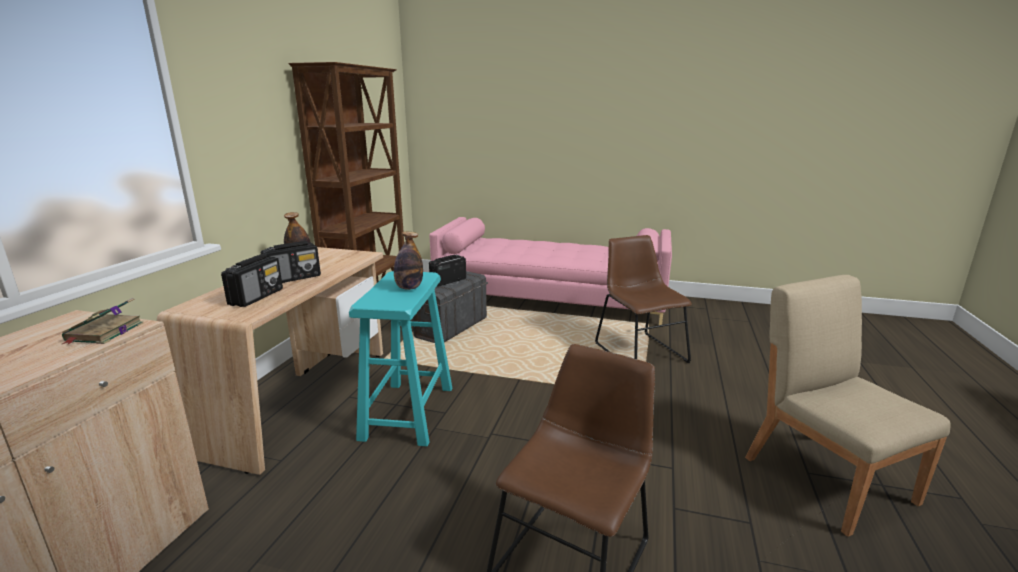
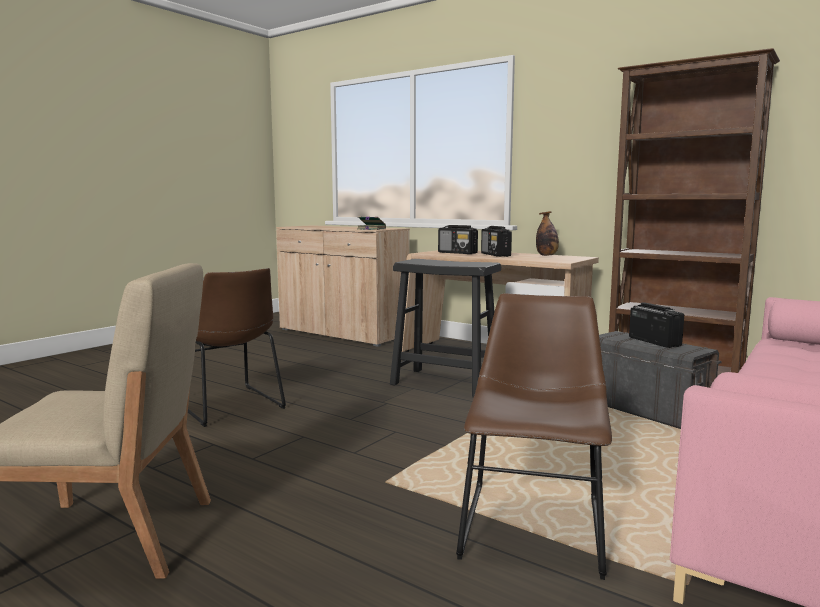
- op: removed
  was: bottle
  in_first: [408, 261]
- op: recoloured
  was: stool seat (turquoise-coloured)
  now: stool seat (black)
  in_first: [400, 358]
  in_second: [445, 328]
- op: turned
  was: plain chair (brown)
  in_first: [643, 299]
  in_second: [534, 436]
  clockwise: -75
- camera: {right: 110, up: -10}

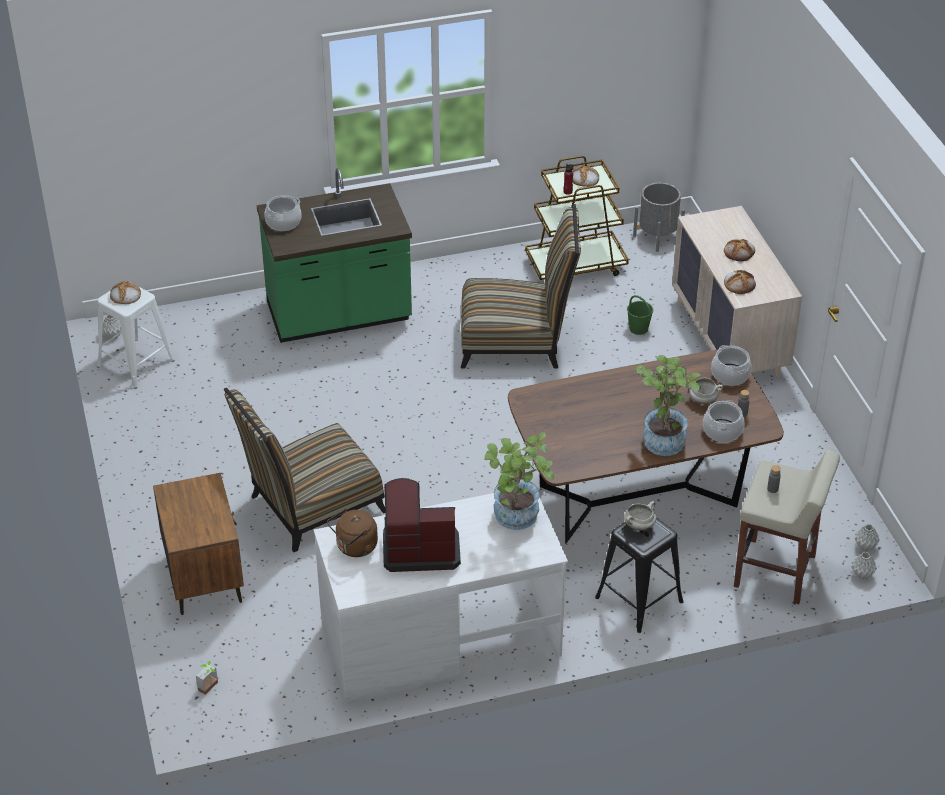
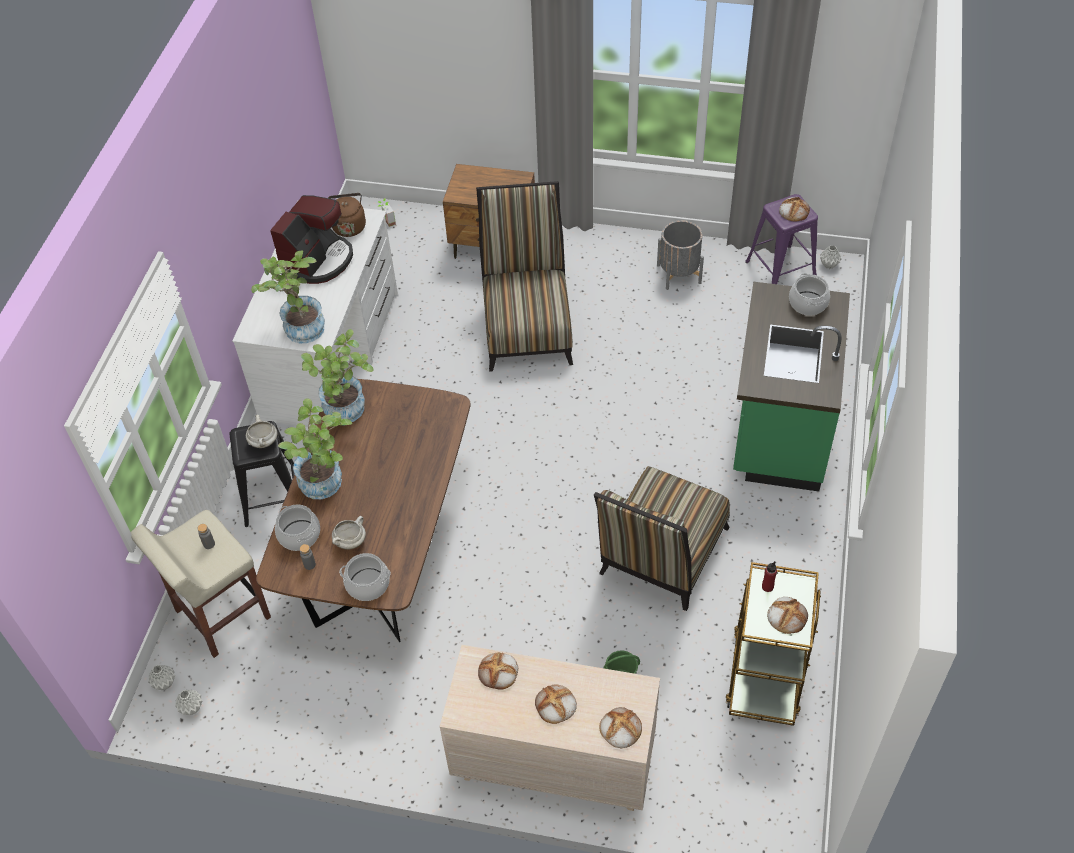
- op: added
  now: plant in a pot
  in_second: [337, 375]
- op: added
  now: bakery bread
  in_second: [621, 728]
- op: moved
  was: plant pot (gray)
  in_first: [659, 217]
  in_second: [680, 255]
- op: recoloured
  was: stool seat (whitish)
  now: stool seat (purple)
  in_first: [136, 335]
  in_second: [781, 239]
- camera: {right: 120, up: 10}

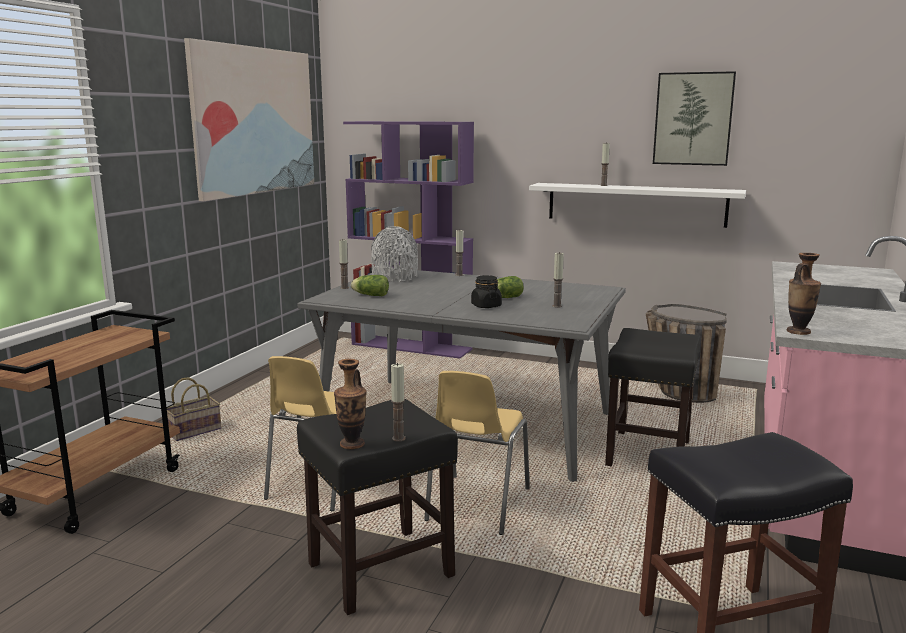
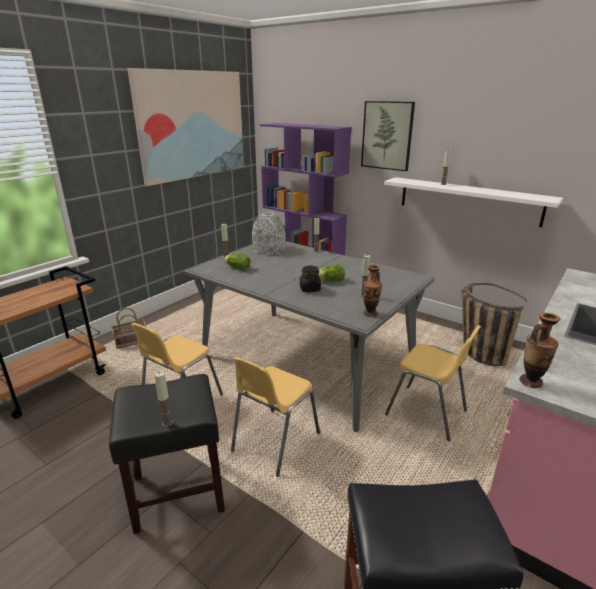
- op: moved
  was: vase
  in_first: [350, 404]
  in_second: [372, 291]
- op: moved
  was: picture
  in_first: [694, 118]
  in_second: [388, 136]
- op: replaced
  was: stool seat (black)
  now: plain chair (yellowish)
  in_first: [653, 397]
  in_second: [433, 383]
- camera: {right: 15, up: 10}

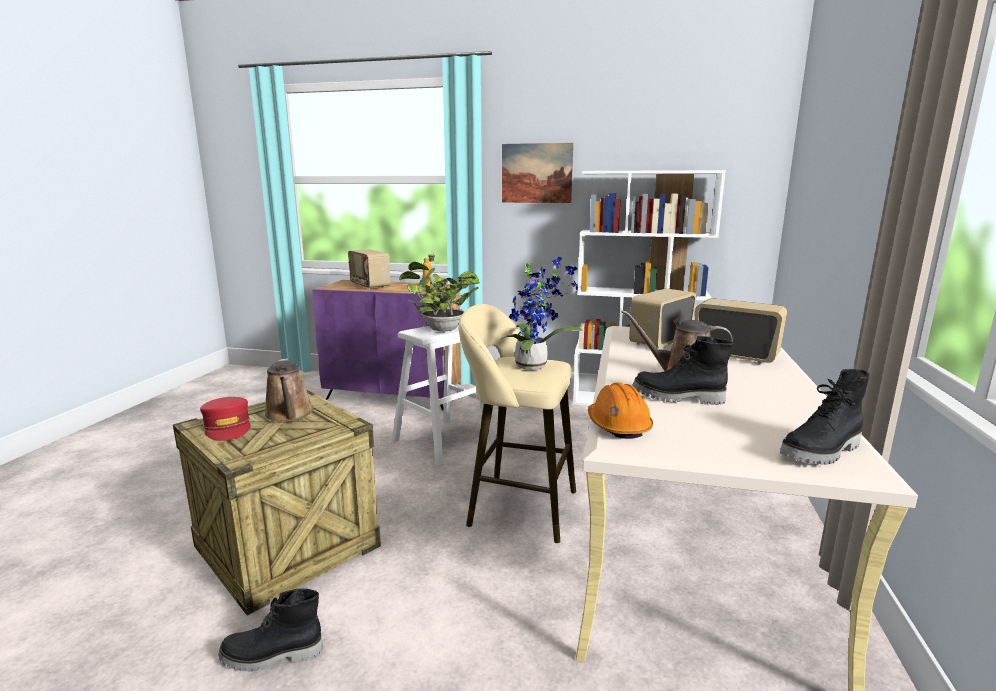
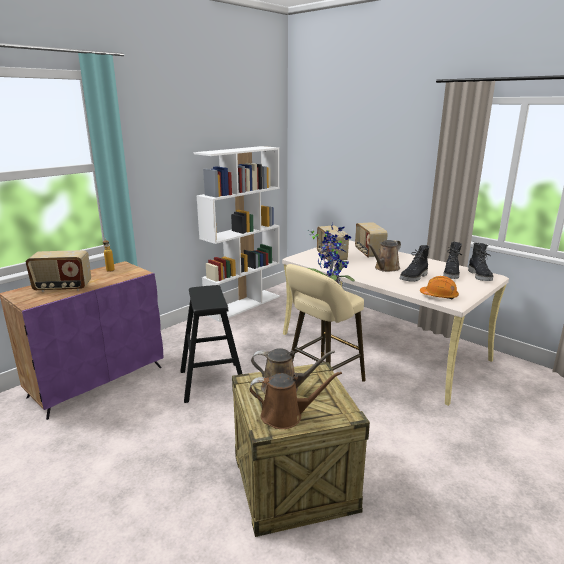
- op: removed
  was: plant in a pot
  in_first: [439, 297]
- op: removed
  was: picture
  in_first: [537, 173]
- op: moved
  was: high-top boot (black)
  in_first: [271, 629]
  in_second: [452, 260]
- op: replaced
  was: cap (red-coloured)
  now: sprinkling can (brown)
  in_first: [225, 419]
  in_second: [295, 400]
- op: recoloured
  was: stool seat (whitish)
  now: stool seat (black)
  in_first: [443, 395]
  in_second: [211, 344]
- op: turned
  was: radio set
  in_first: [741, 331]
  in_second: [371, 240]
  clockwise: -75
- camera: {right: -60, up: 5}

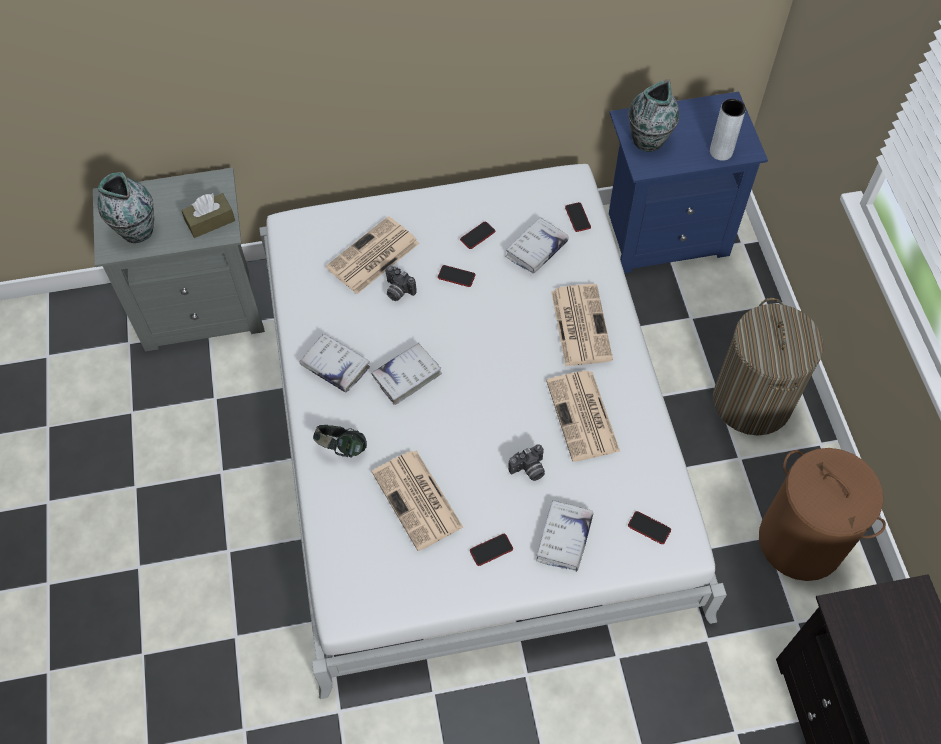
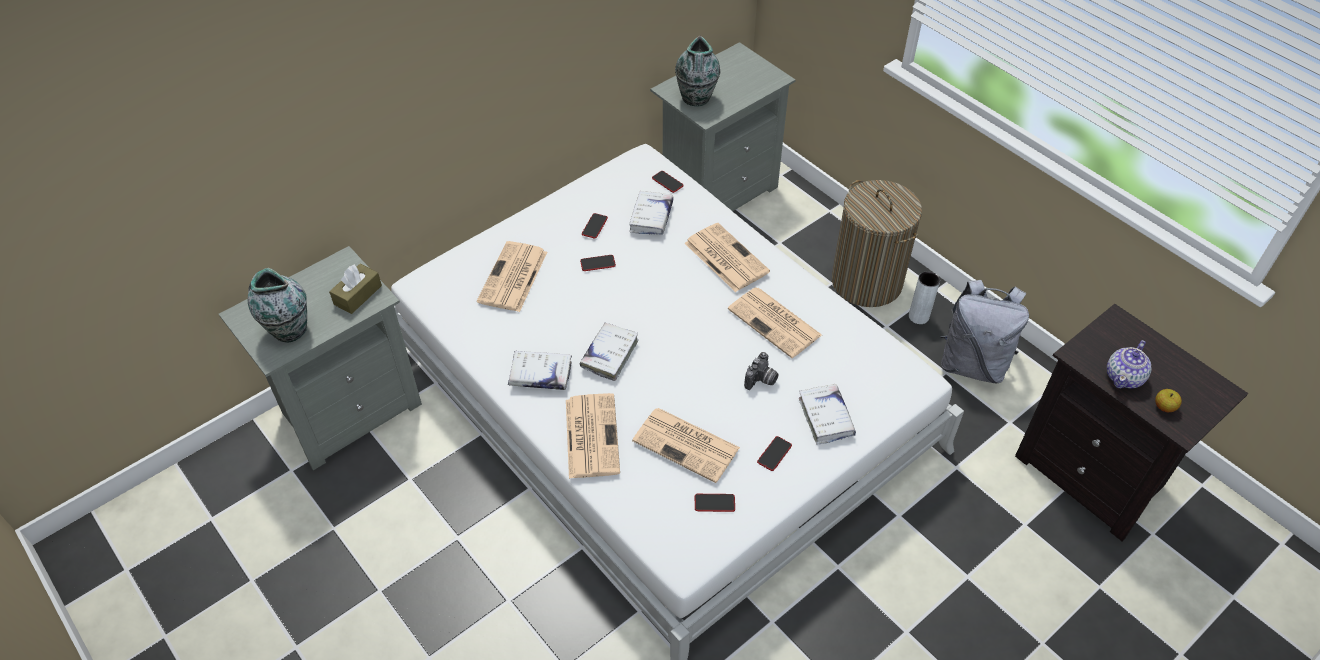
- op: removed
  was: still camera
  in_first: [401, 283]
- op: added
  now: pot for tea
  in_second: [1129, 364]
- op: added
  now: whole apple
  in_second: [1168, 400]
- op: moved
  was: telephone
  in_first: [649, 527]
  in_second: [715, 503]
- op: moved
  was: vase (gray)
  in_first: [728, 130]
  in_second: [924, 297]
- op: replaced
  was: headset
  now: printed paper
  in_first: [340, 441]
  in_second: [593, 436]
- op: replaced
  was: washing basket (brown)
  now: backpack (gray)
  in_first: [822, 514]
  in_second: [984, 332]
- op: recoloured
  was: nightstand (blue)
  now: nightstand (gray)
  in_first: [688, 182]
  in_second: [723, 126]
- camera: {right: -30, up: -10}

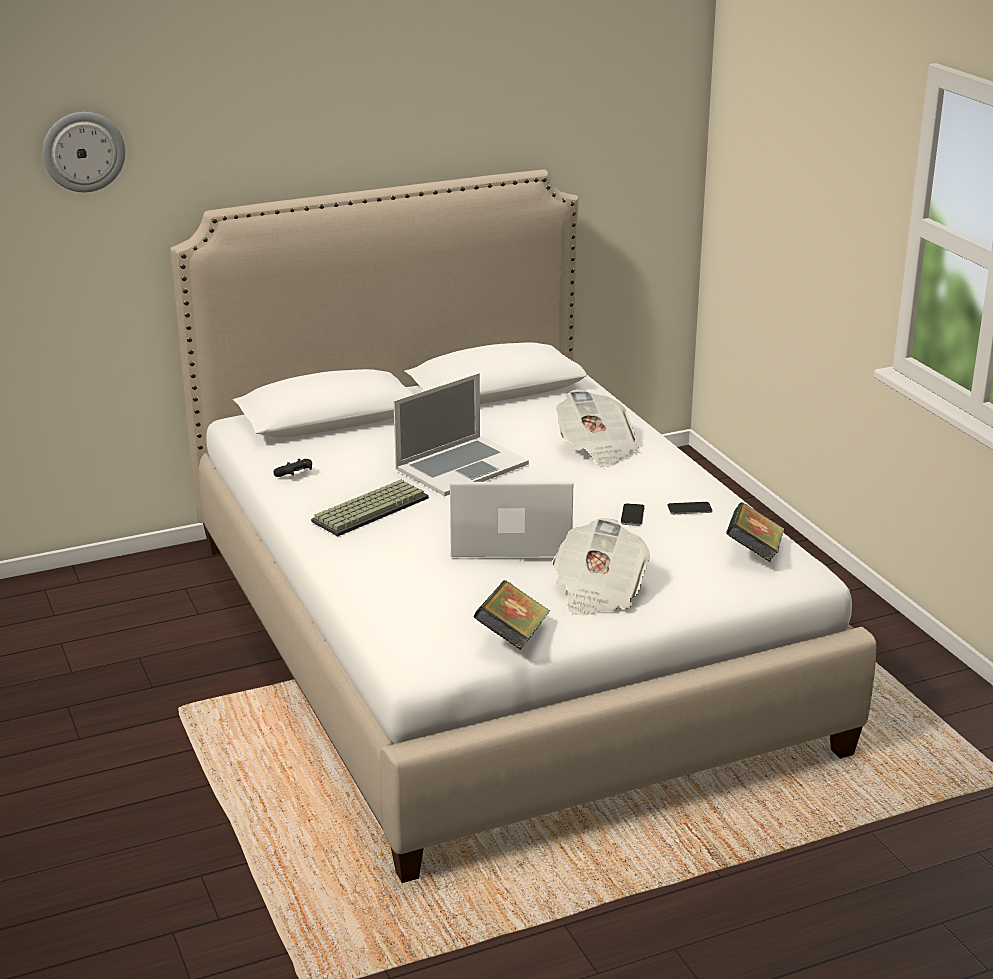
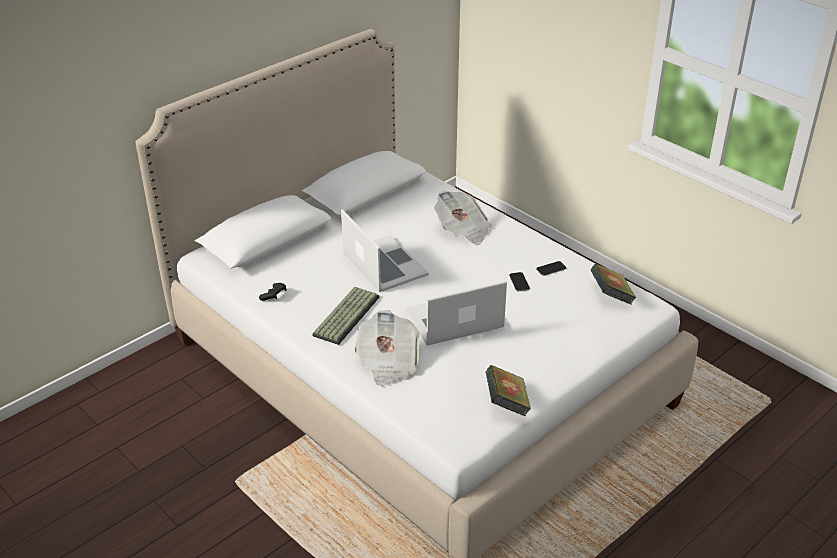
- op: removed
  was: wall clock
  in_first: [84, 152]
- op: moved
  was: printed paper
  in_first: [601, 566]
  in_second: [387, 348]
- op: turned
  was: notebook computer
  in_first: [461, 434]
  in_second: [384, 250]
  clockwise: -60
- camera: {right: -20, up: 10}

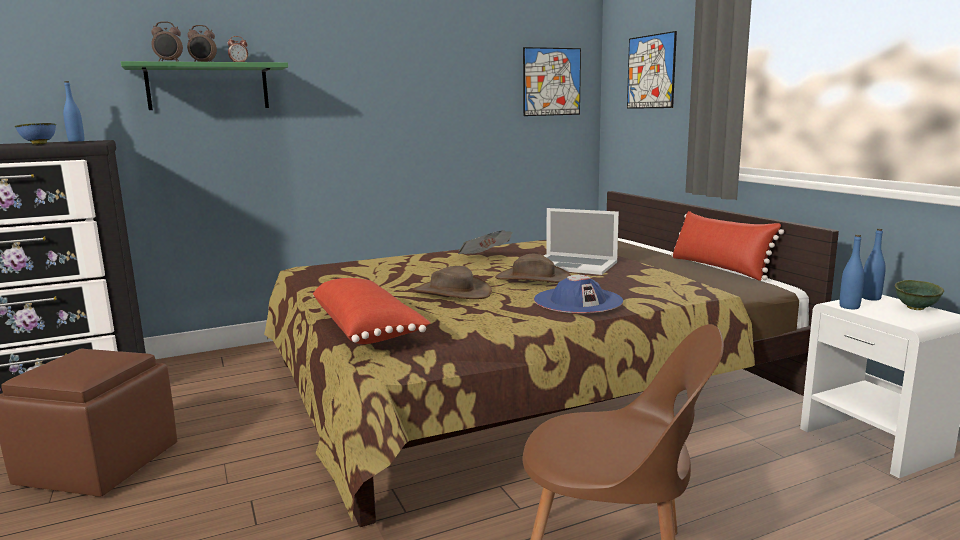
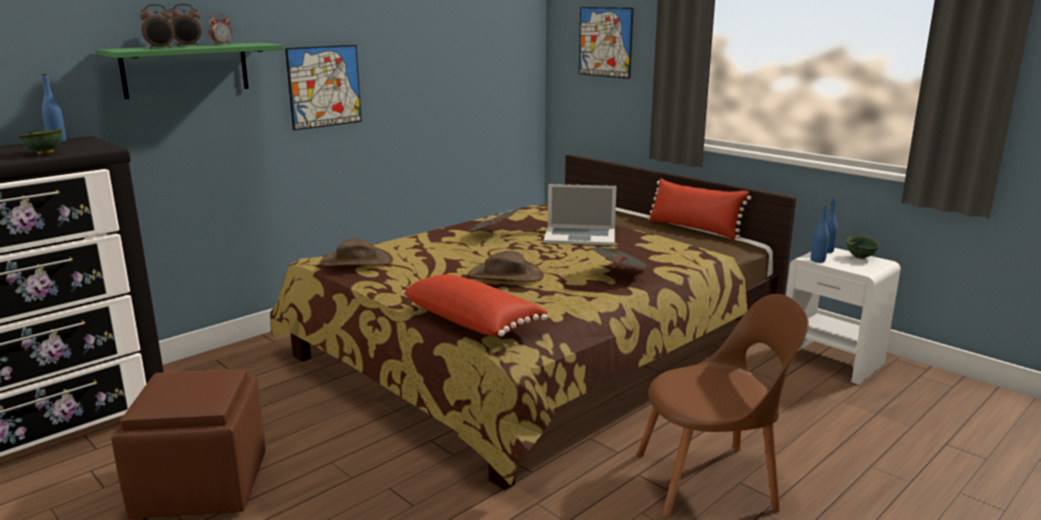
- op: moved
  was: clothing hat (brown)
  in_first: [533, 268]
  in_second: [356, 252]
- op: moved
  was: picture
  in_first: [552, 81]
  in_second: [323, 87]
- op: replaced
  was: clothing hat (blue)
  now: printed paper
  in_first: [578, 294]
  in_second: [618, 258]
- op: recoloured
  was: serving bowl (blue)
  now: serving bowl (greenish)
  in_first: [35, 133]
  in_second: [40, 141]
- camera: {right: -20, up: 5}

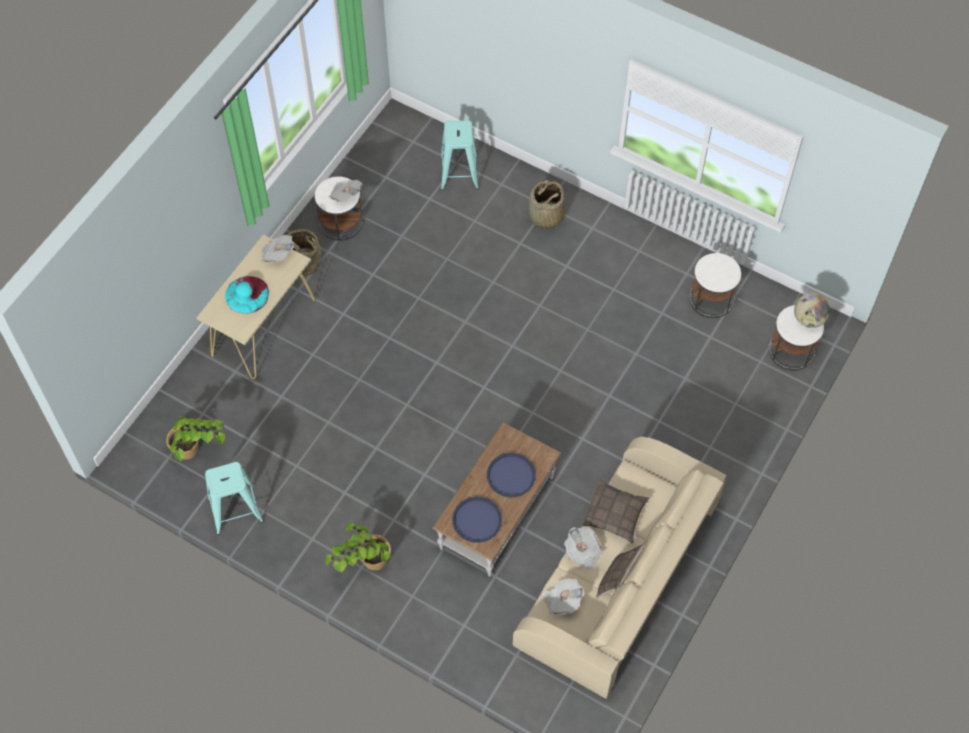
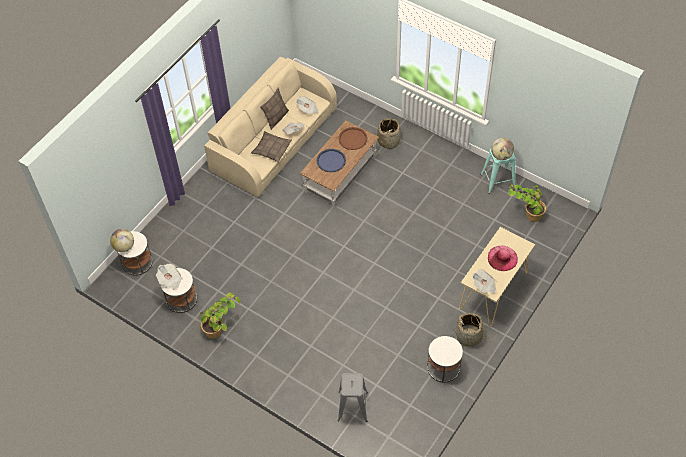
- op: added
  now: globe
  in_second: [502, 149]
- op: moved
  was: plant in a pot
  in_first: [358, 547]
  in_second: [220, 316]
- op: moved
  was: printed paper
  in_first: [345, 191]
  in_second: [169, 277]
- op: moved
  was: household basket
  in_first: [547, 205]
  in_second: [389, 133]
- op: recoloured
  was: clothing hat (turquoise-coloured)
  now: clothing hat (pink-coloured)
  in_first: [247, 295]
  in_second: [503, 258]
- op: recoloured
  was: stool seat (turquoise-coloured)
  now: stool seat (gray)
  in_first: [459, 155]
  in_second: [353, 397]
- op: recoloured
  was: carrying tray (blue)
  now: carrying tray (brown)
  in_first: [477, 520]
  in_second: [352, 138]
- camera: {right: -175, up: -5}

